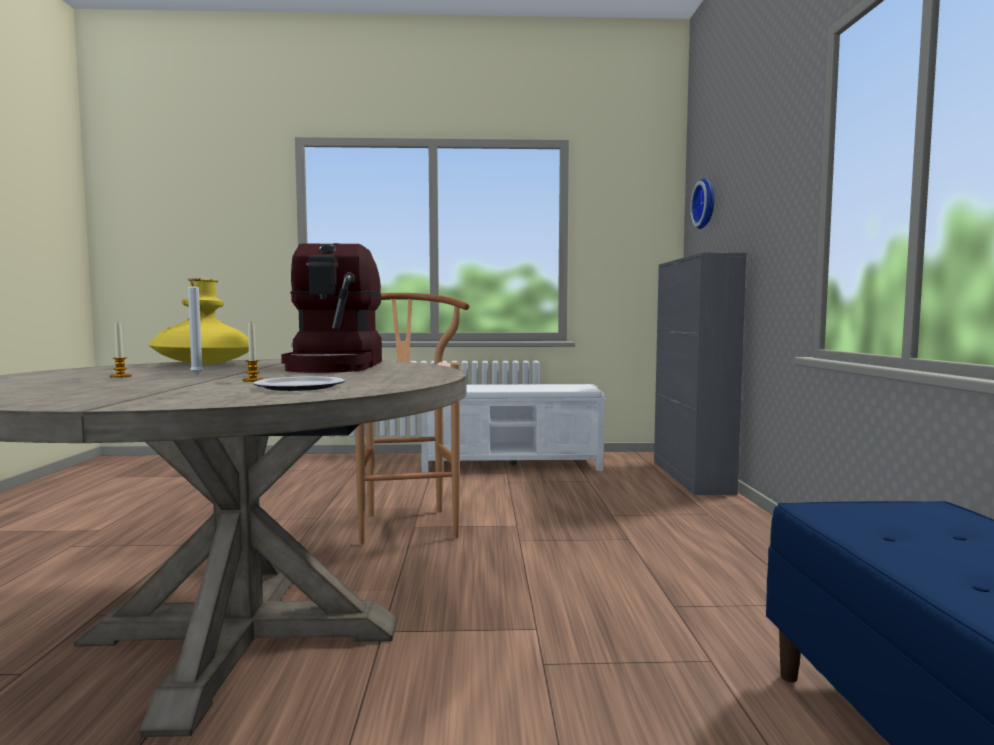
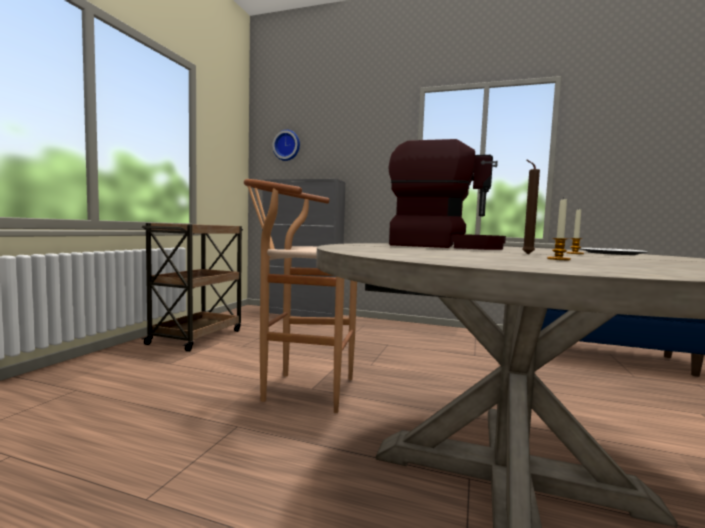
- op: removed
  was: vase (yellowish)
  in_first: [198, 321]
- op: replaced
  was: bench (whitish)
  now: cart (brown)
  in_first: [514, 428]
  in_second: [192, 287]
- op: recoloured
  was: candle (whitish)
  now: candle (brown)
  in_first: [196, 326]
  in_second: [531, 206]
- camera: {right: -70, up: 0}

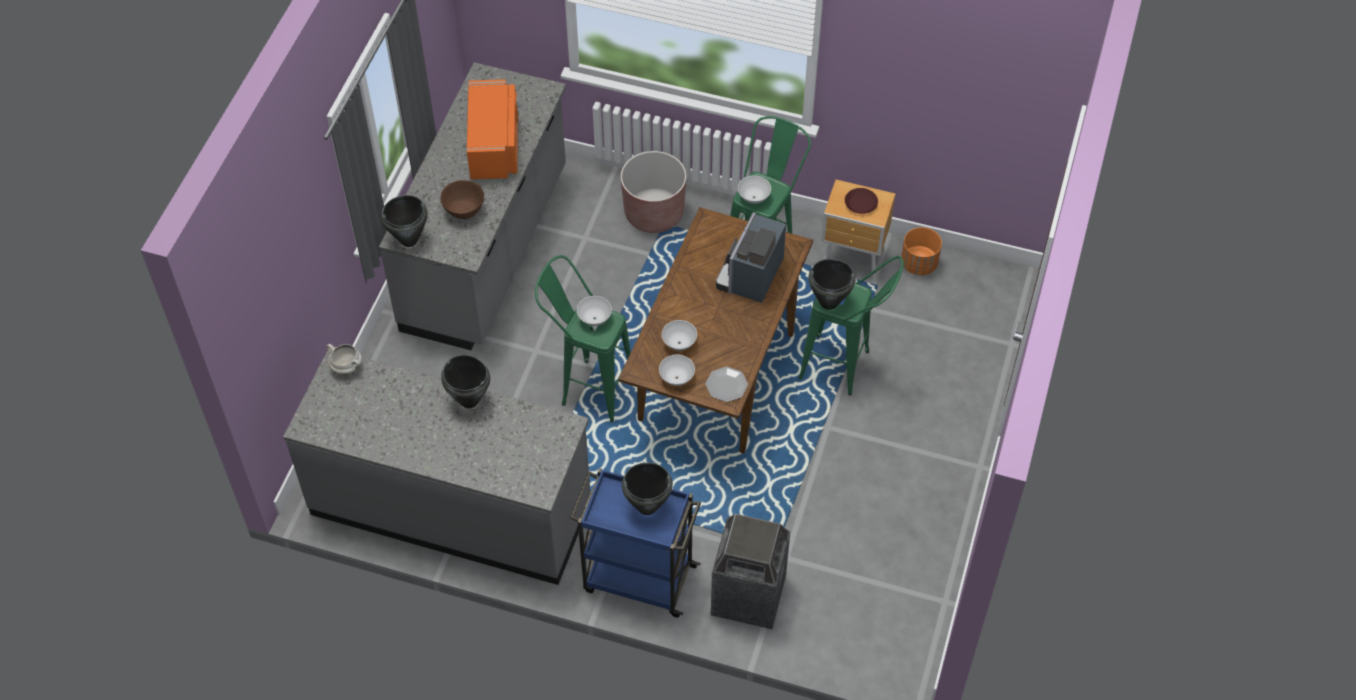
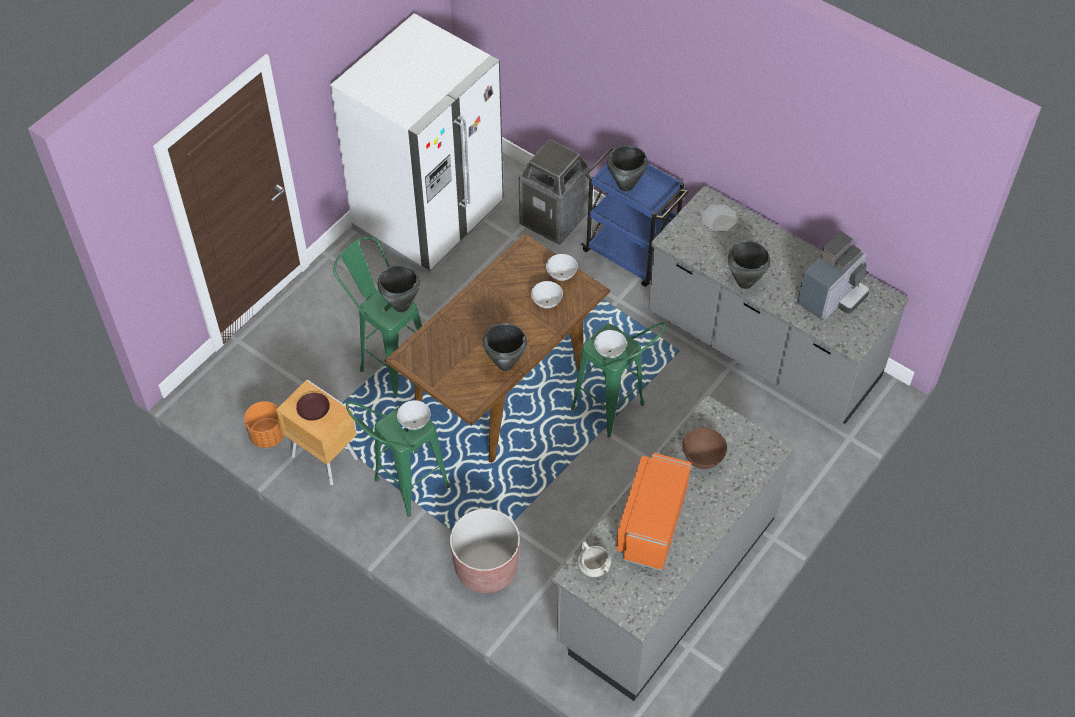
- op: added
  now: refrigerator (whitish)
  in_second: [417, 144]
- op: moved
  was: cooking pot (whitish)
  in_first: [344, 359]
  in_second: [595, 559]
- op: moved
  was: cooking pot (black)
  in_first: [404, 221]
  in_second: [505, 347]
- op: moved
  was: flat dish
  in_first: [726, 384]
  in_second: [719, 218]
- op: moved
  was: coffee brewer
  in_first: [751, 257]
  in_second: [833, 276]
- camera: {right: -160, up: 0}

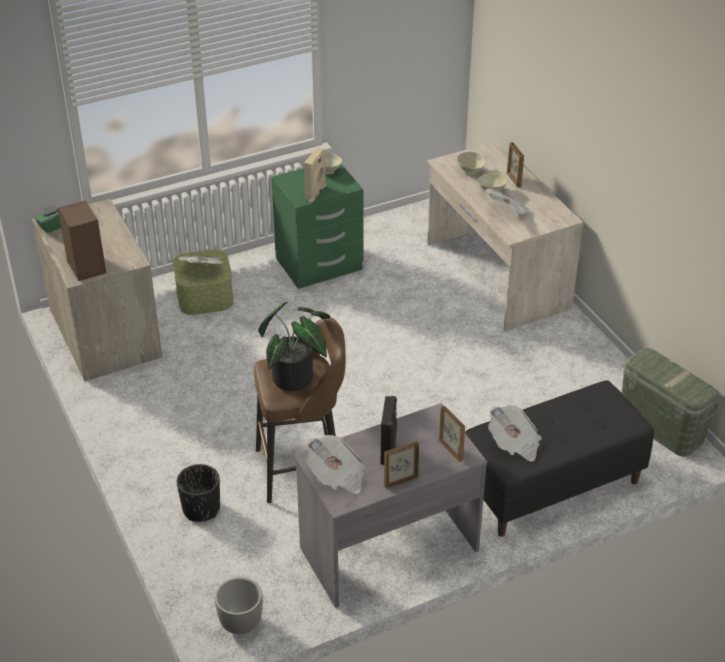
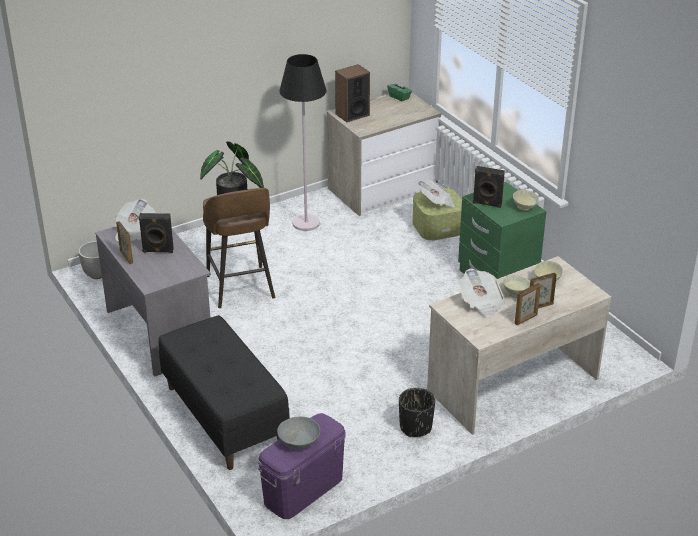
- op: removed
  was: printed paper
  in_first: [515, 433]
- op: added
  now: serving bowl (gray)
  in_second: [298, 432]
- op: added
  now: floor lamp (black)
  in_second: [302, 142]
- op: moved
  was: plant pot (black)
  in_first: [198, 493]
  in_second: [417, 412]
- op: moved
  was: photo frame
  in_first: [452, 434]
  in_second: [528, 304]
- op: recoloured
  was: audio speaker (beige)
  now: audio speaker (black)
  in_first: [315, 174]
  in_second: [489, 187]
- op: recoloured
  was: storage container (greenish)
  now: storage container (purple)
  in_first: [670, 402]
  in_second: [302, 466]
- camera: {right: 85, up: -5}

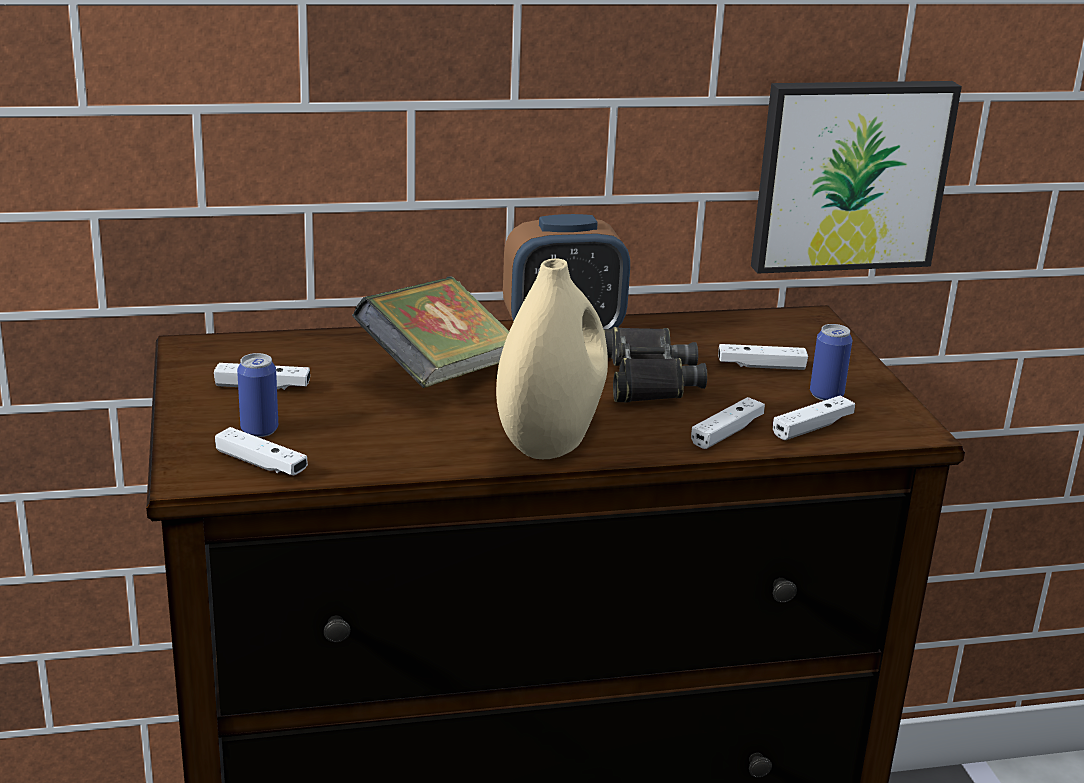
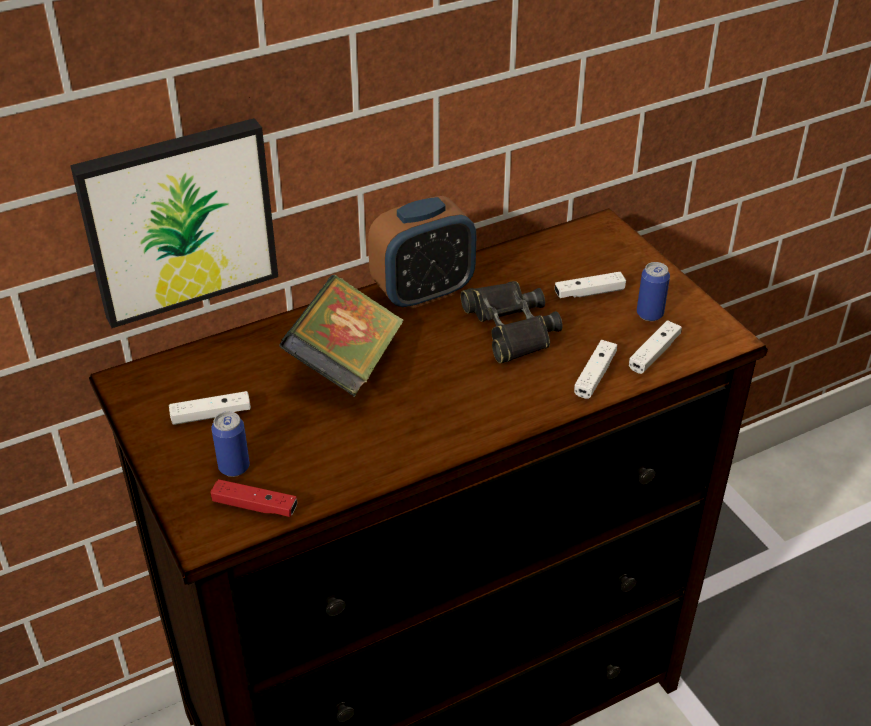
- op: removed
  was: vase (beige)
  in_first: [552, 358]
- op: moved
  was: picture
  in_first: [856, 177]
  in_second: [174, 223]
- op: recoloured
  was: game controller (whitish)
  now: game controller (red-coloured)
  in_first: [261, 451]
  in_second: [253, 498]
- camera: {right: -15, up: 15}

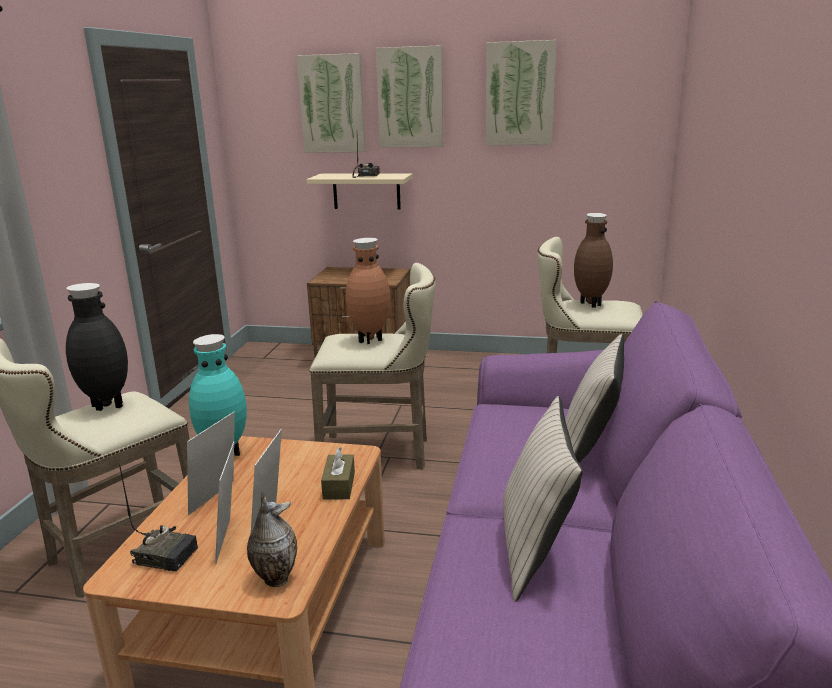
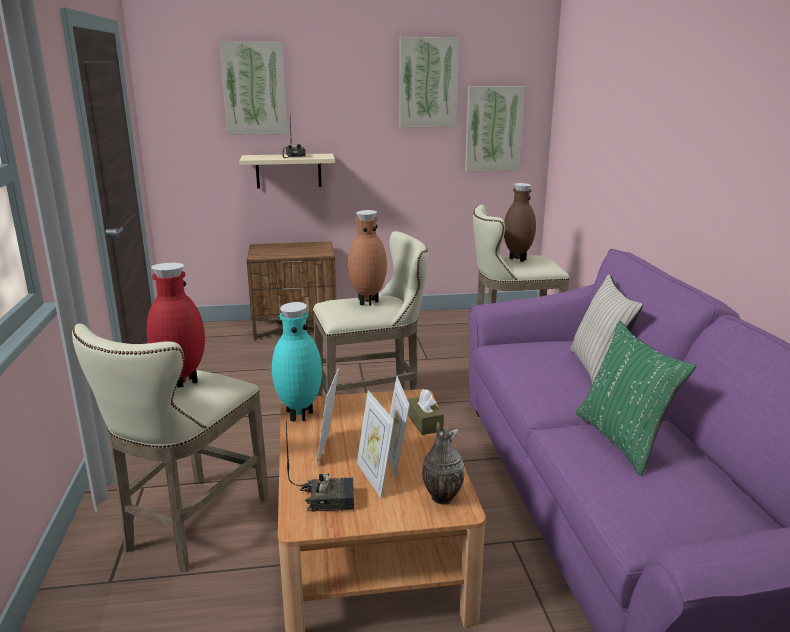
- op: moved
  was: picture
  in_first: [409, 96]
  in_second: [495, 129]
- op: recoloured
  was: vase (black)
  now: vase (red-coloured)
  in_first: [97, 347]
  in_second: [176, 325]
- op: recoloured
  was: throw pillow (beige)
  now: throw pillow (greenish)
  in_first: [543, 499]
  in_second: [635, 398]
- camera: {right: -20, up: 0}

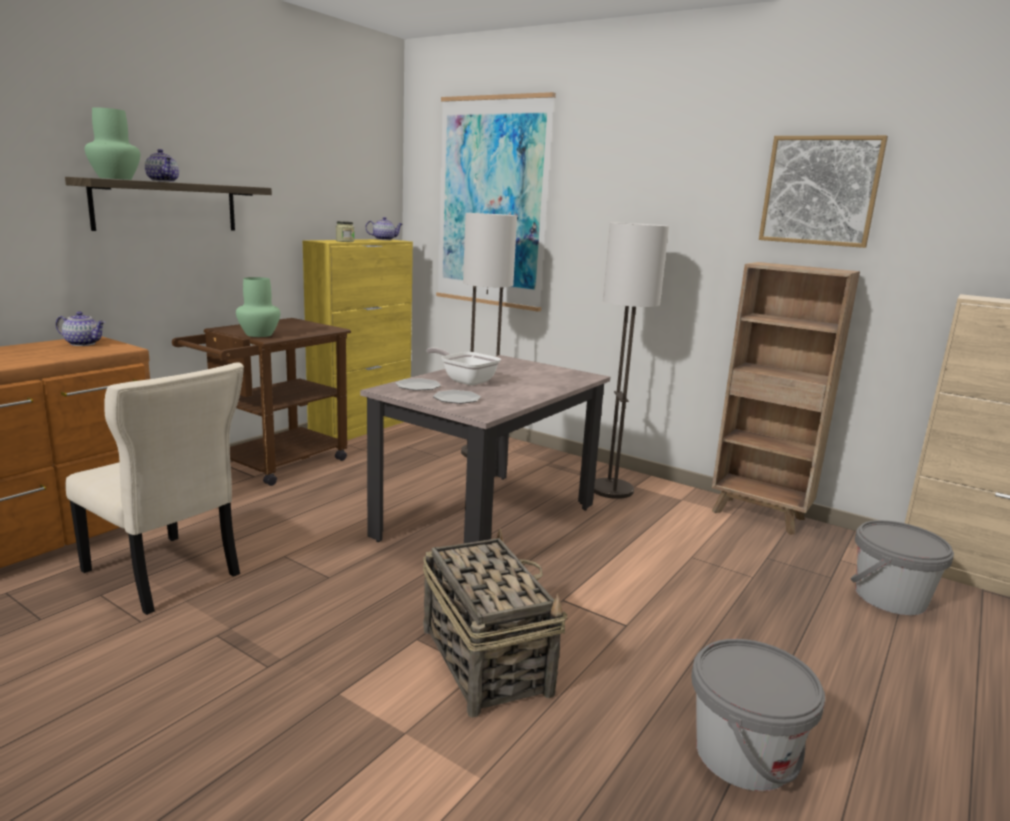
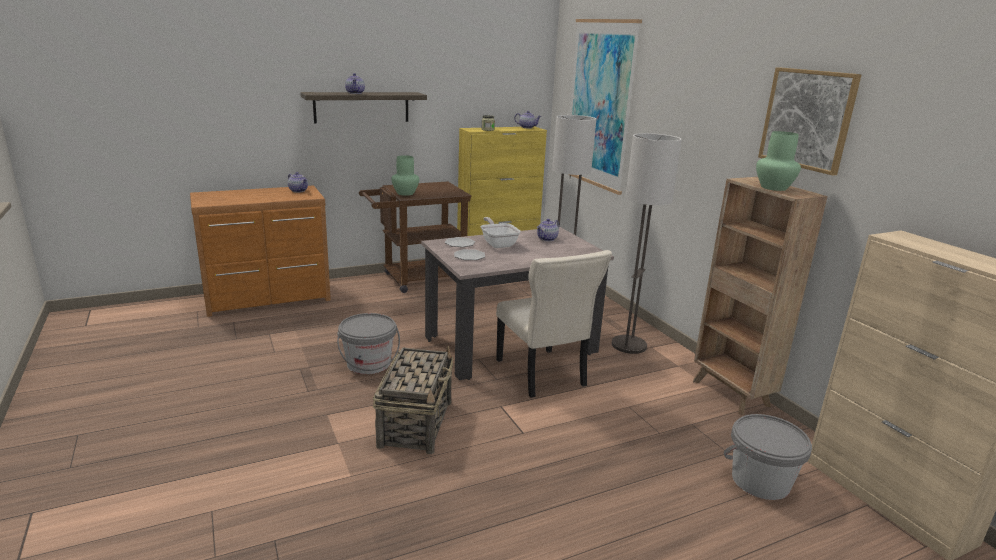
- op: added
  now: pot for tea
  in_second: [548, 230]
- op: moved
  was: plain chair (beige)
  in_first: [154, 488]
  in_second: [554, 324]
- op: moved
  was: vase (greenish)
  in_first: [112, 143]
  in_second: [778, 161]
- op: moved
  was: bucket (gray)
  in_first: [758, 715]
  in_second: [368, 343]
- camera: {right: 30, up: 5}

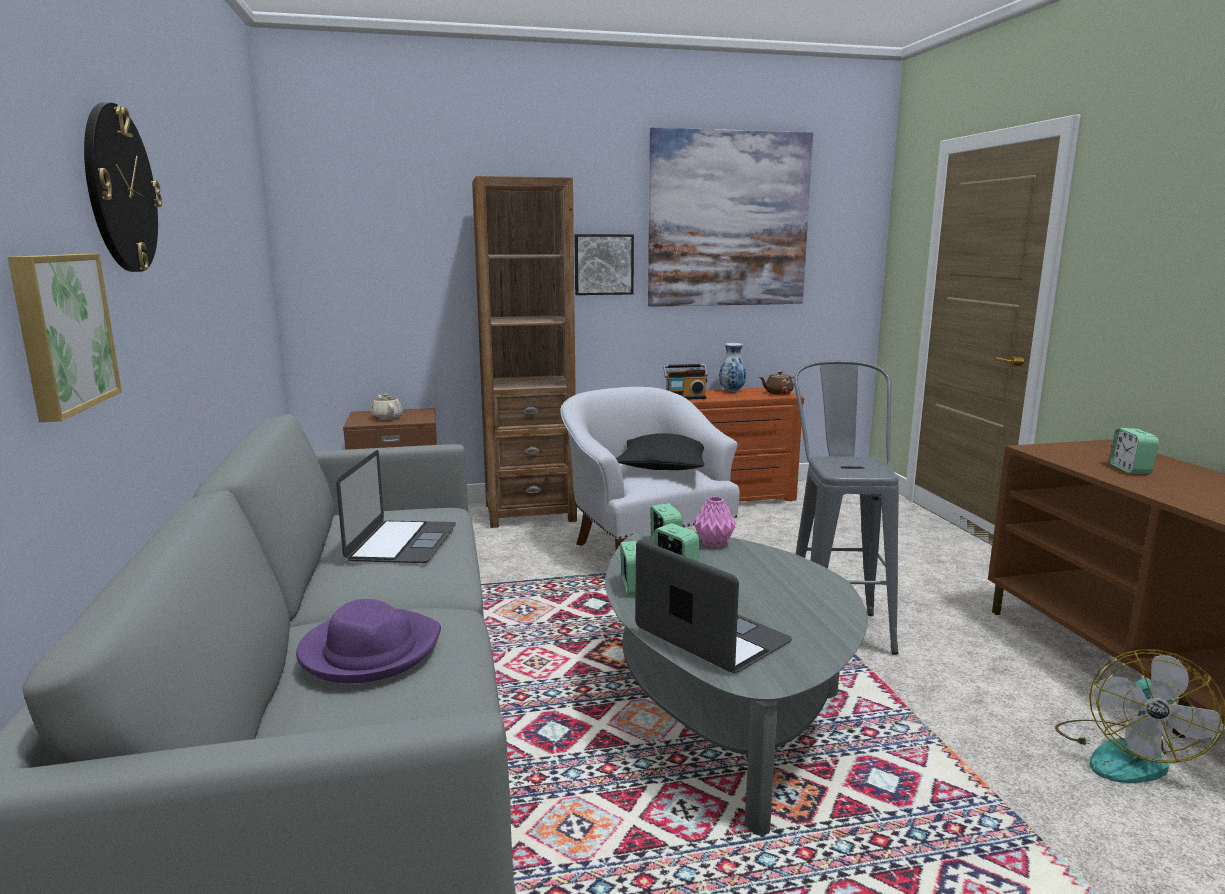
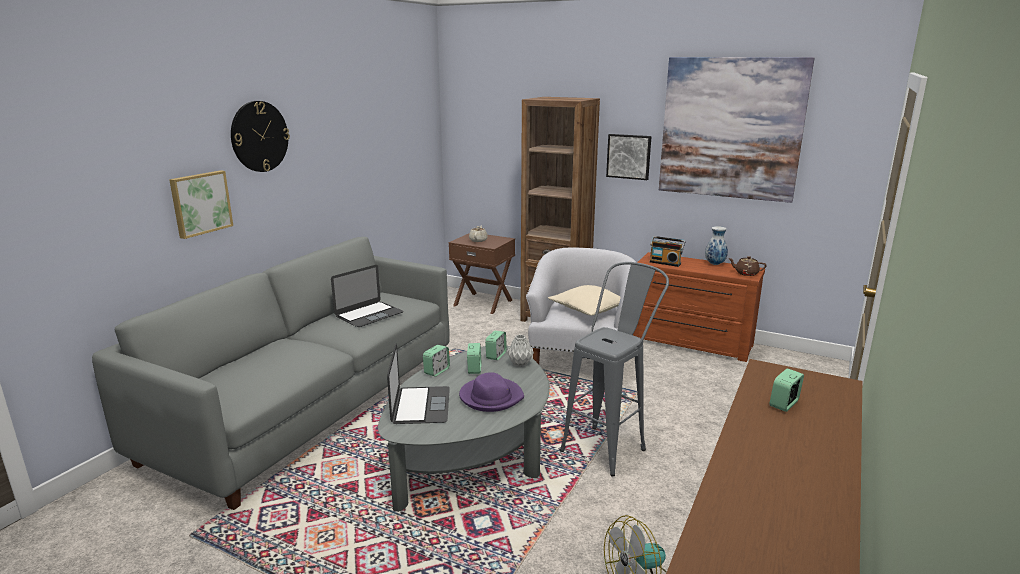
- op: moved
  was: clothing hat (purple)
  in_first: [368, 641]
  in_second: [491, 392]
- op: recoloured
  was: throw pillow (black)
  now: throw pillow (beige)
  in_first: [660, 451]
  in_second: [584, 300]
- op: recoloured
  was: vase (pink-coloured)
  now: vase (gray)
  in_first: [714, 522]
  in_second: [520, 351]
- camera: {right: 40, up: 5}

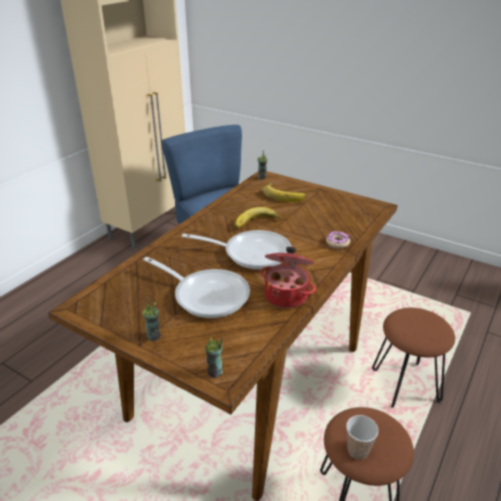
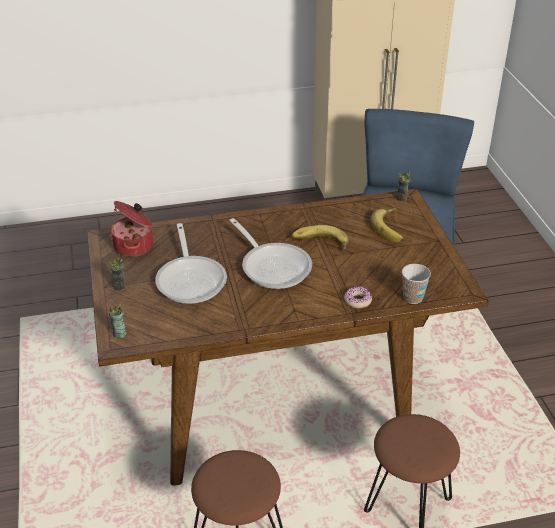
- op: moved
  was: cooking pot
  in_first: [288, 277]
  in_second: [131, 229]
- op: moved
  was: small cup
  in_first: [362, 437]
  in_second: [416, 284]
- camera: {right: 45, up: 5}

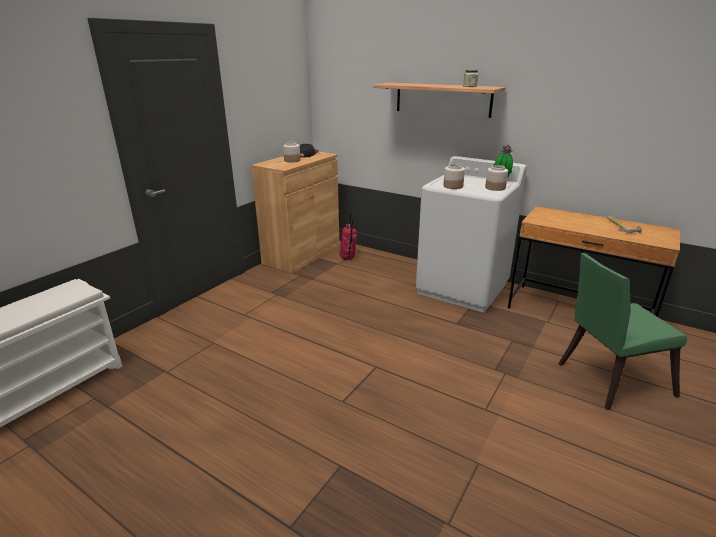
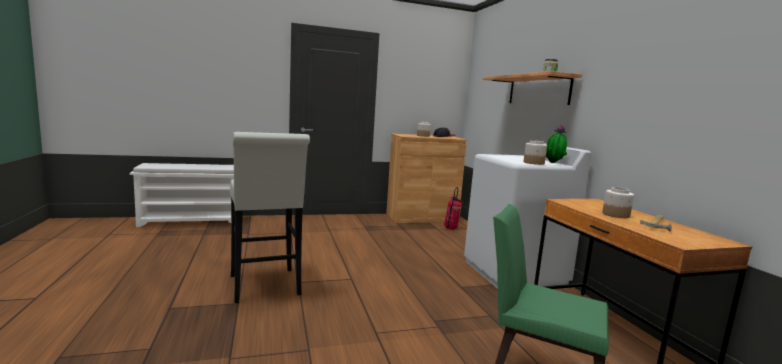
- op: added
  now: stool seat (whitish)
  in_second: [270, 217]
- op: moved
  was: jar
  in_first: [454, 176]
  in_second: [618, 202]
- camera: {right: 40, up: -15}

